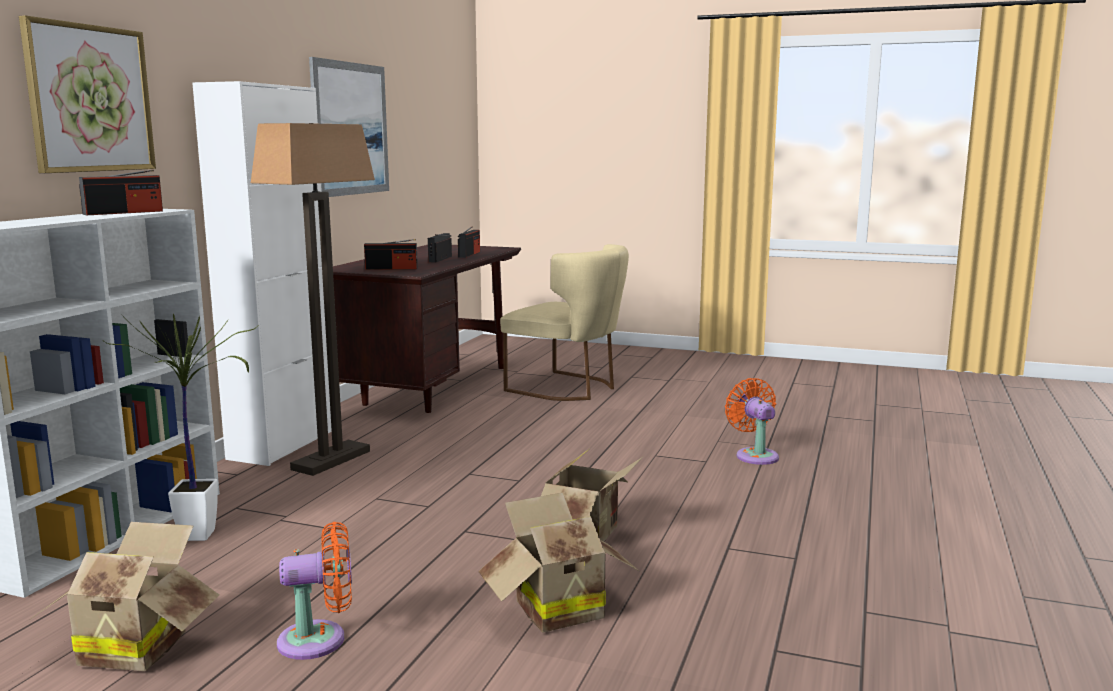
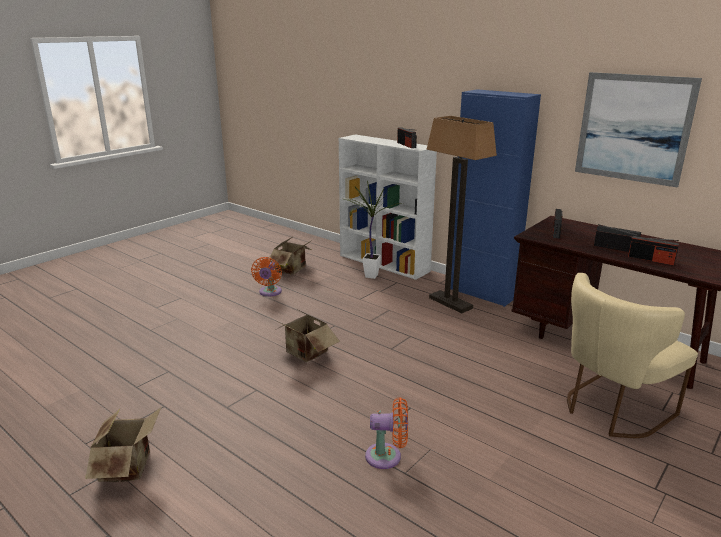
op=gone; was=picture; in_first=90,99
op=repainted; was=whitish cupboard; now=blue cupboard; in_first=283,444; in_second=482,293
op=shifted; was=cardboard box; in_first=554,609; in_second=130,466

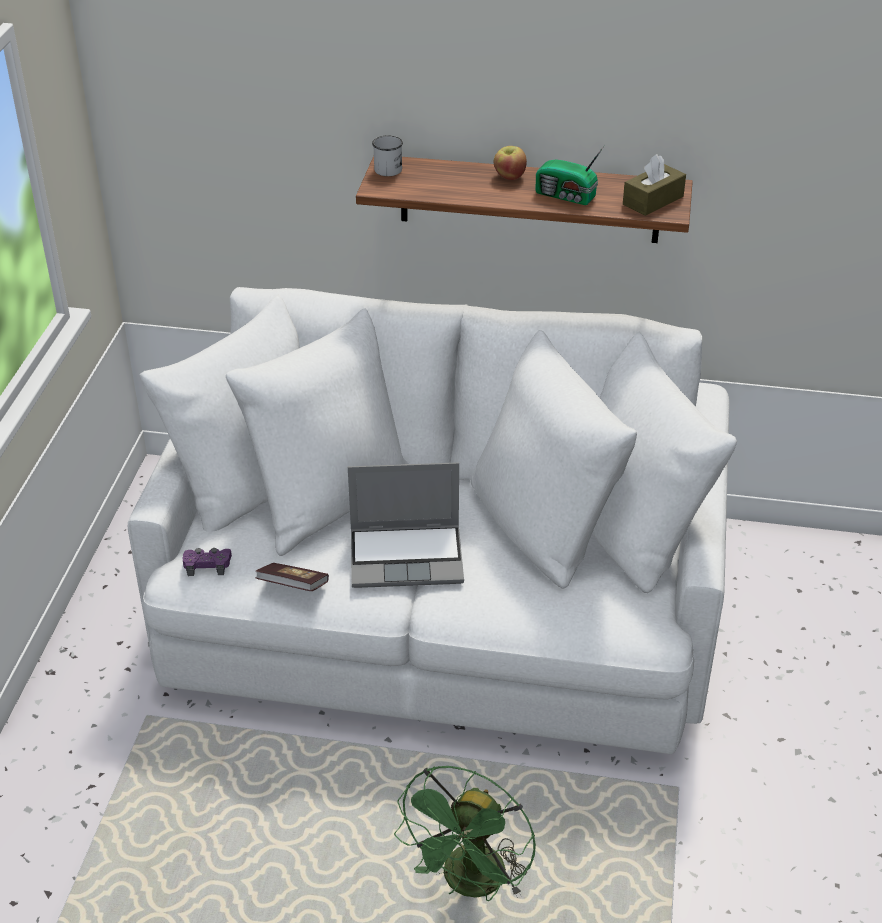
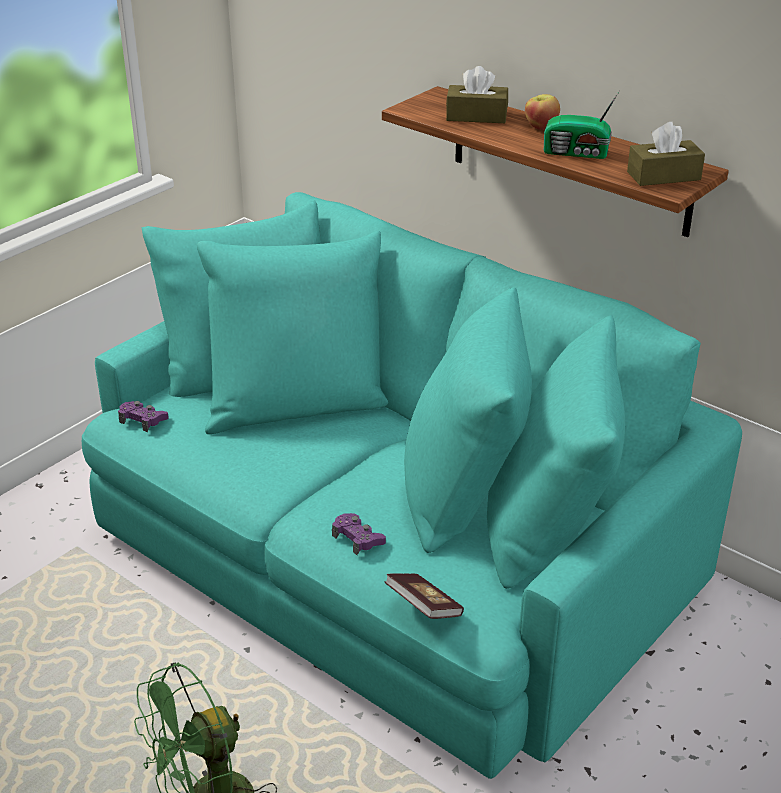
op=gone; was=whitish mug; in_first=389,167
op=rotated; was=radio receiver; in_first=566,196; in_second=577,153; clockwise=-45
op=repainted; was=whitish sofa; now=turquoise sofa; in_first=442,604; in_second=393,554
op=gone; was=laptop; in_first=408,556
op=shifted; was=book; in_first=293,586; in_second=423,607
op=new; now=brown tissue box; in_second=476,116
op=new; now=purple-coloured gamepad; in_second=358,538

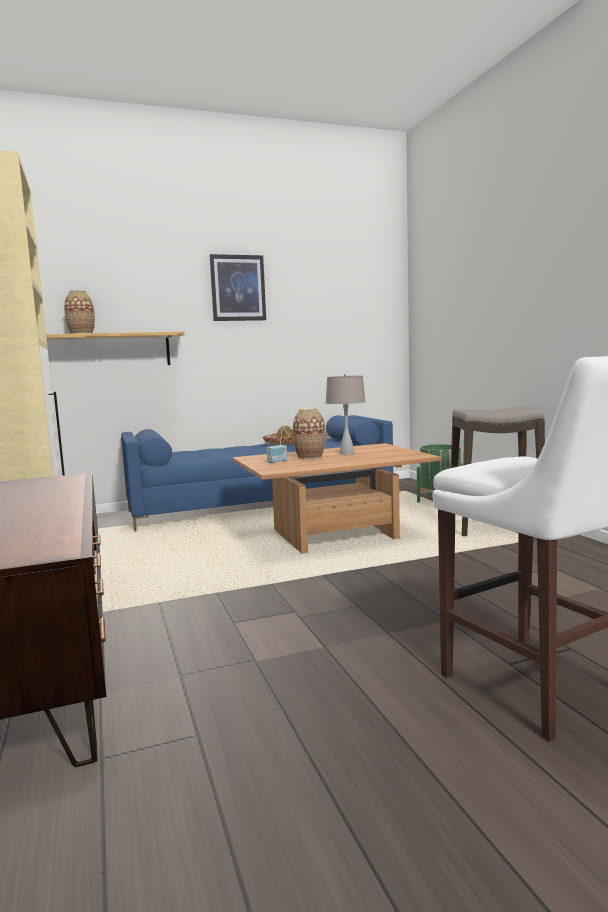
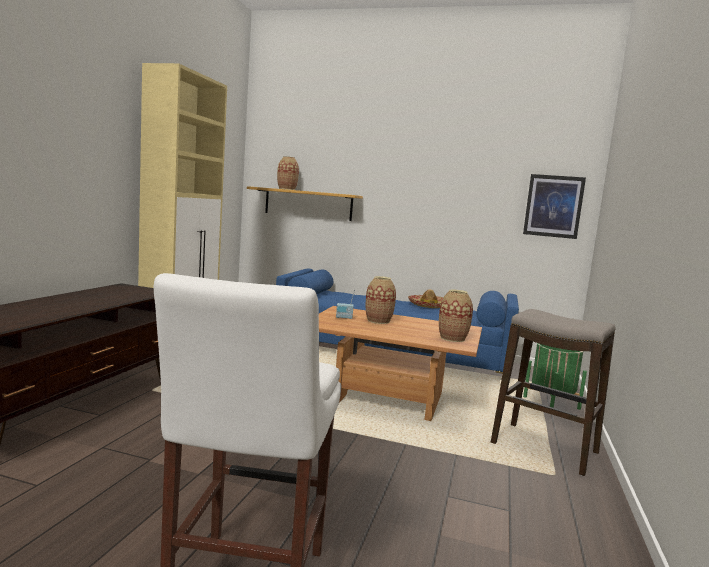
op=shifted; was=picture; in_first=238,288; in_second=553,206
op=gone; was=sand-coloured lamp for a table; in_first=346,453
op=new; now=decorative vase; in_second=452,338

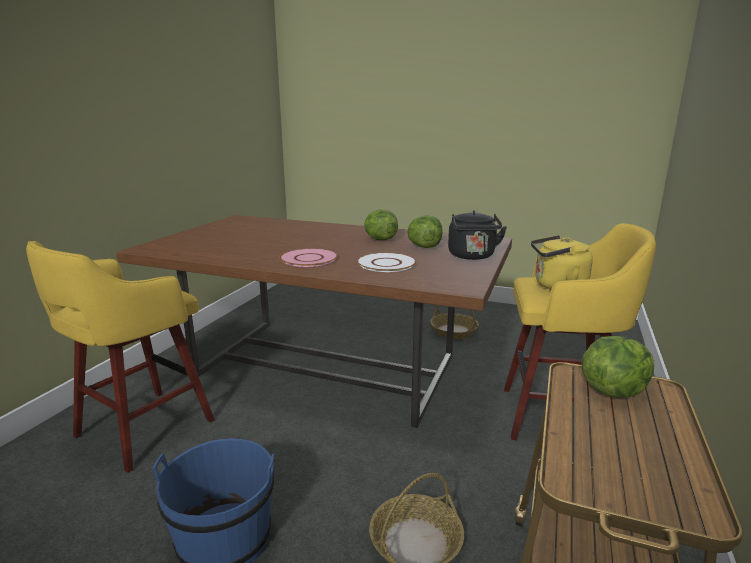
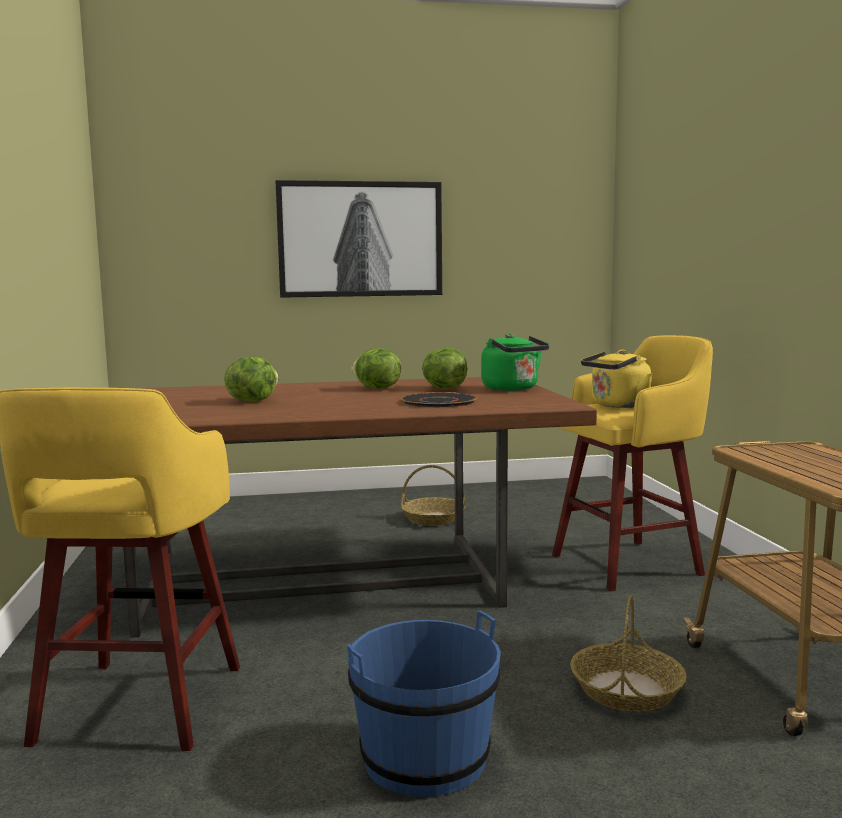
op=repainted; was=black-coloured water kettle; now=greenish water kettle; in_first=472,256; in_second=513,389
op=gone; was=pink plate; in_first=308,258
op=repainted; was=whitish plate; now=black-coloured plate; in_first=386,263; in_second=438,401
op=shifted; was=lettuce; in_first=613,390; in_second=252,401
op=new; now=picture; in_second=360,239

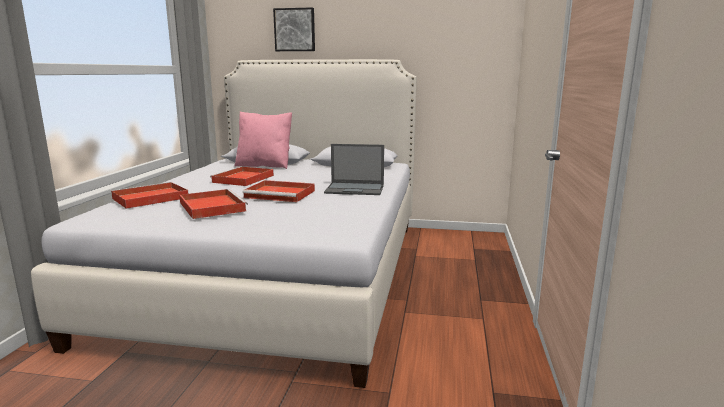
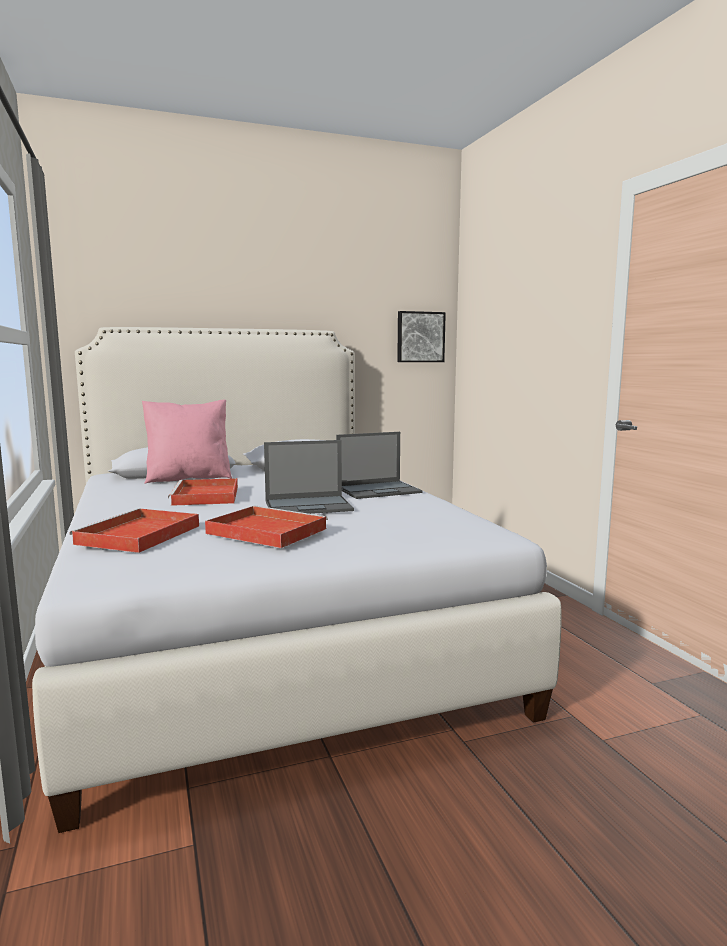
op=shifted; was=picture; in_first=295,30; in_second=420,337
op=swapped; was=red-coloured tray; now=laptop; in_first=281,194; in_second=309,506

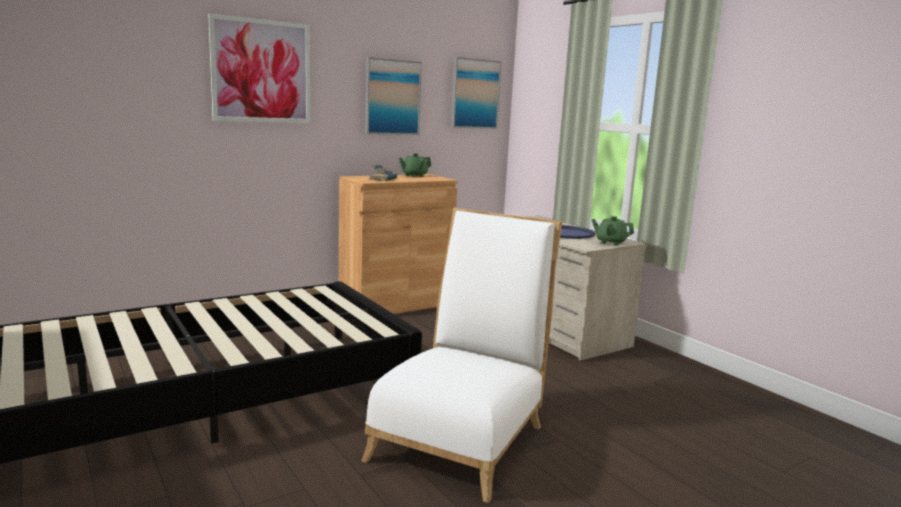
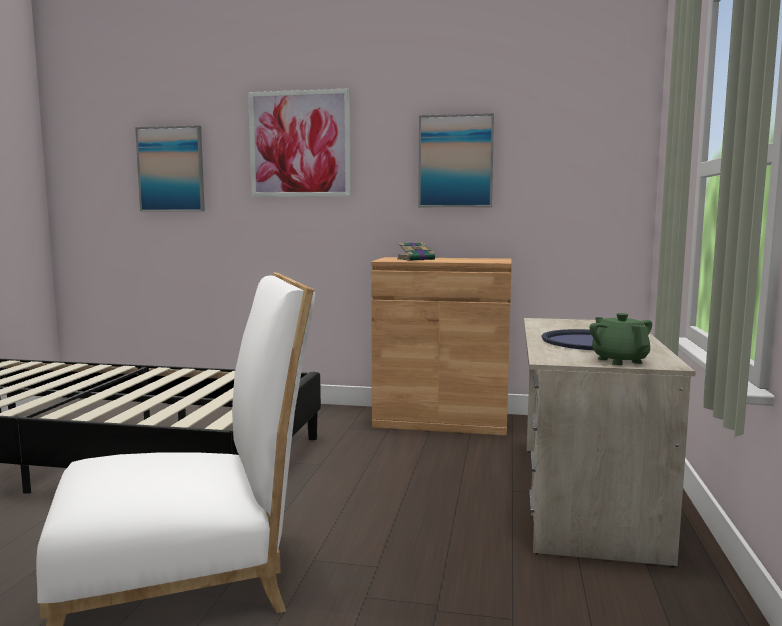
op=shifted; was=picture; in_first=475,94; in_second=171,169
op=gone; was=greenish pot for tea; in_first=414,176

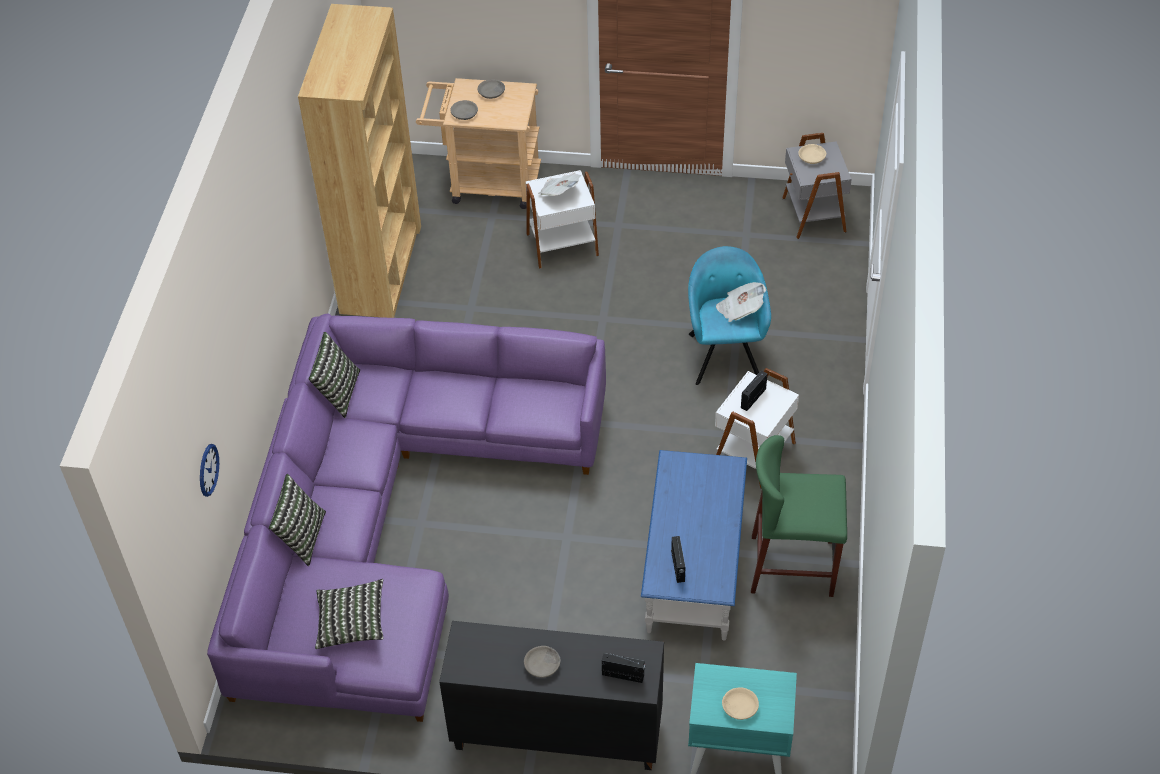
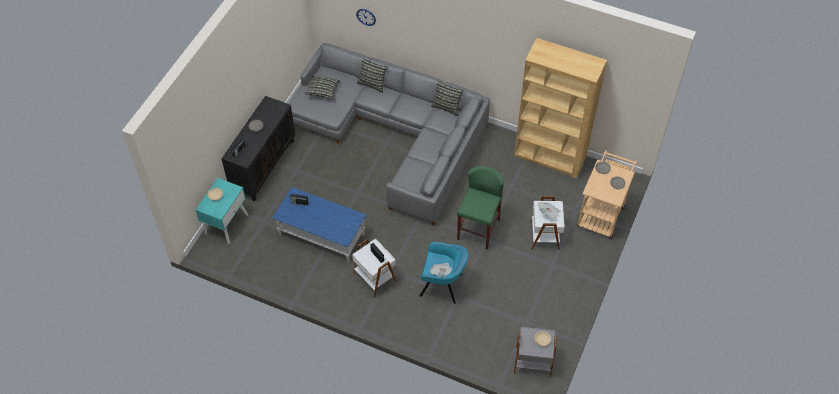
op=repainted; was=purple-coloured sofa; now=grey sofa; in_first=391,517; in_second=394,134
op=shifted; was=greenish sitting stool; in_first=792,566; in_second=478,229

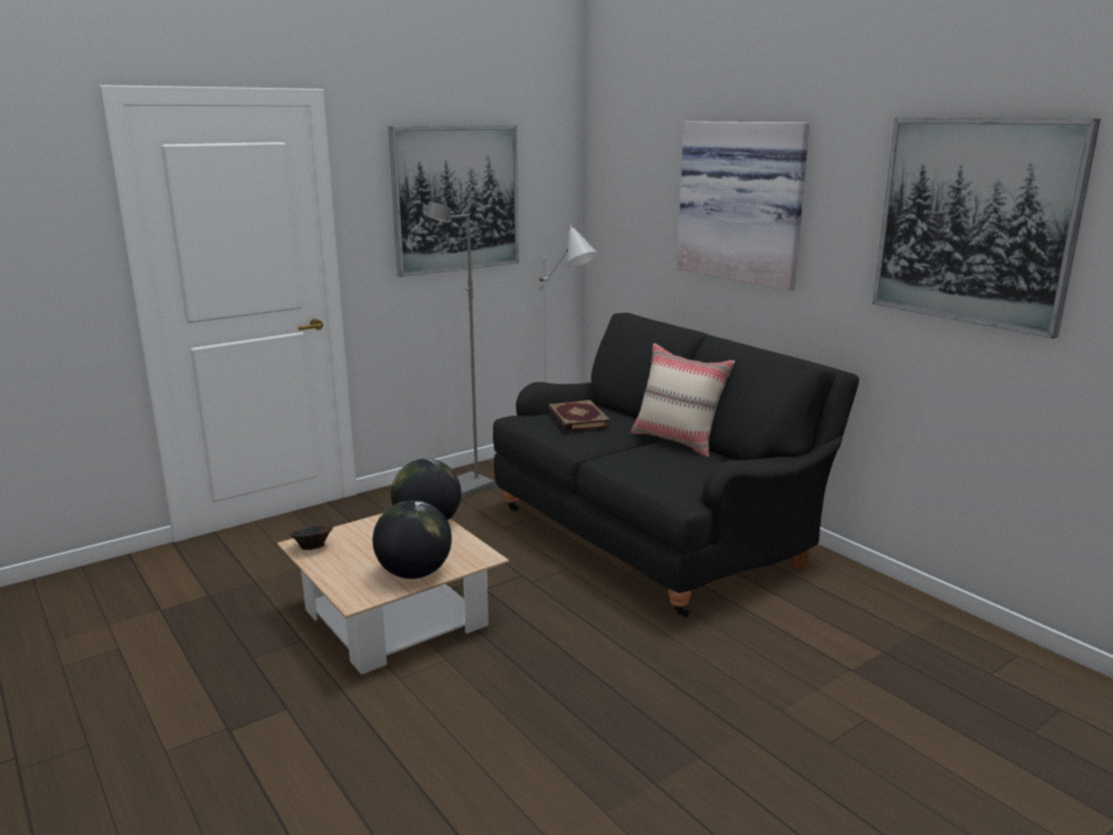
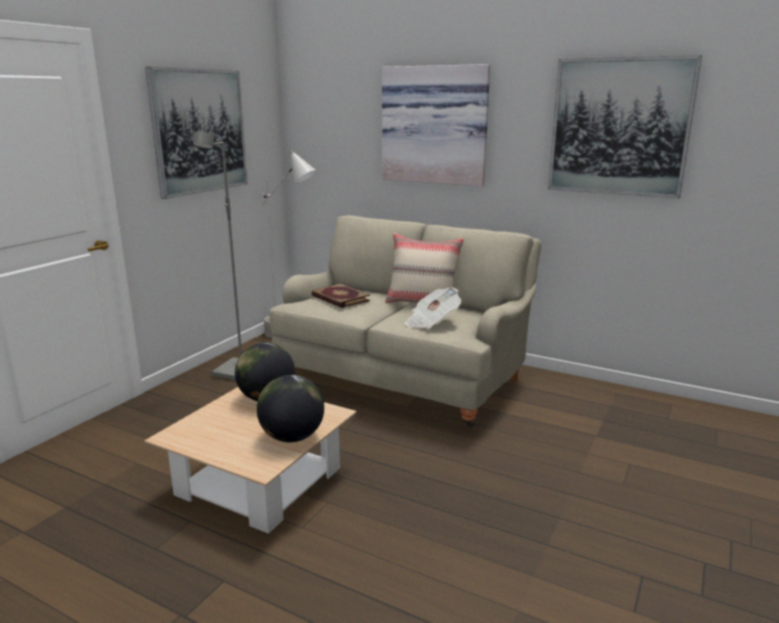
op=repainted; was=black-coloured sofa; now=sand-coloured sofa; in_first=657,534; in_second=406,376
op=gone; was=brown bowl; in_first=312,548
op=new; now=printed paper; in_second=431,322

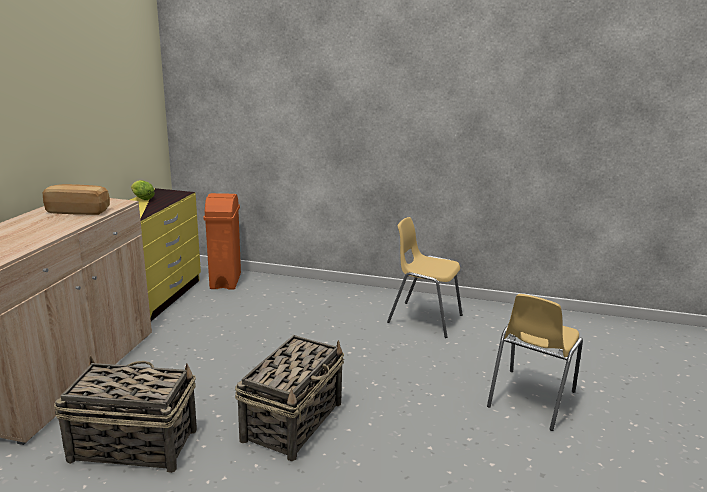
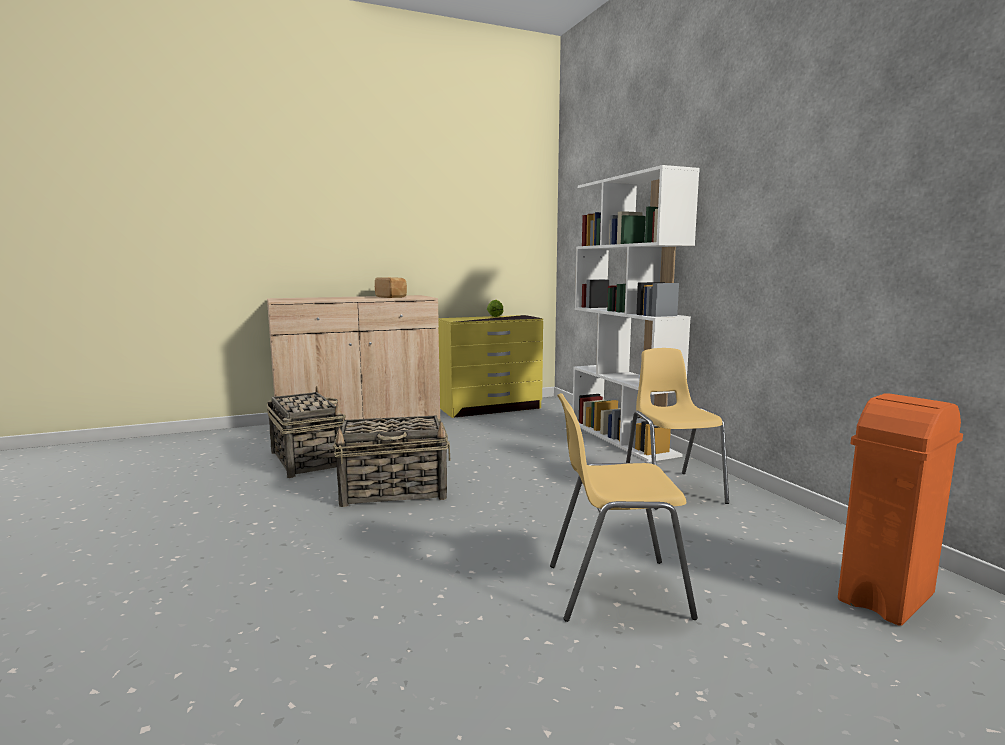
op=shifted; was=orange trash can; in_first=226,281; in_second=887,597
op=new; now=whitish bookshelf; in_second=623,439

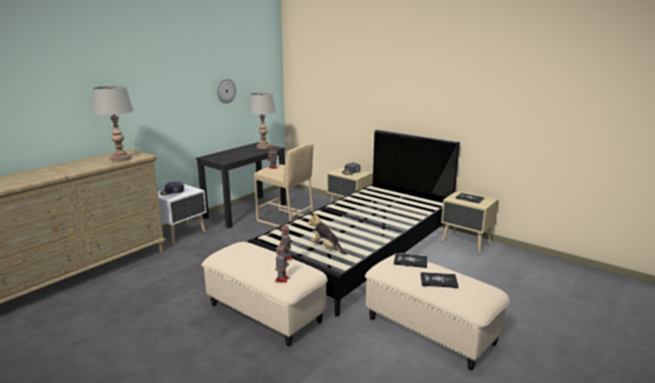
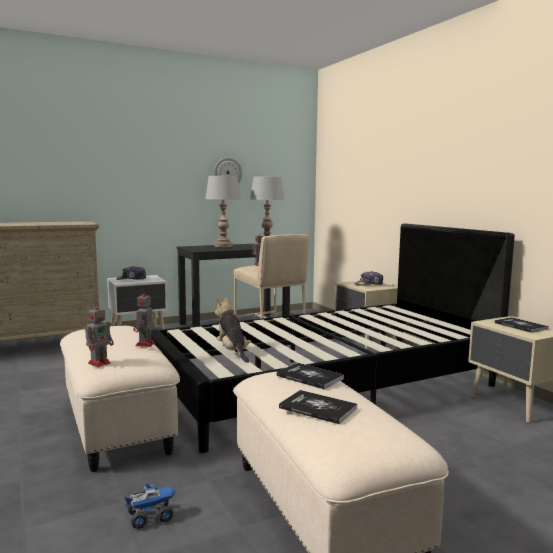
op=shifted; was=grey lamp for a table; in_first=120,159; in_second=223,246
op=new; now=toy lorry; in_second=151,517

